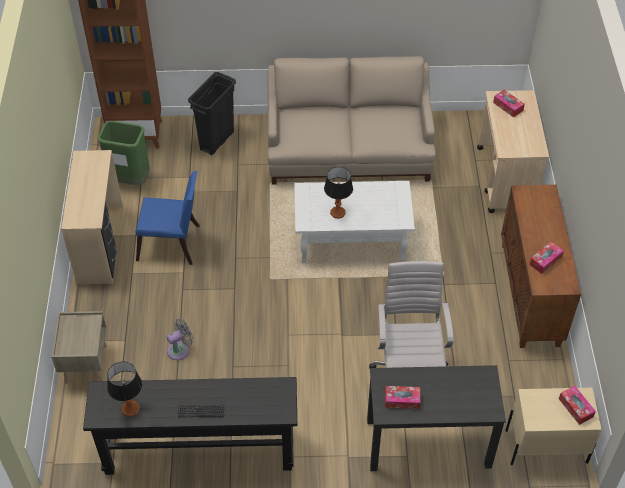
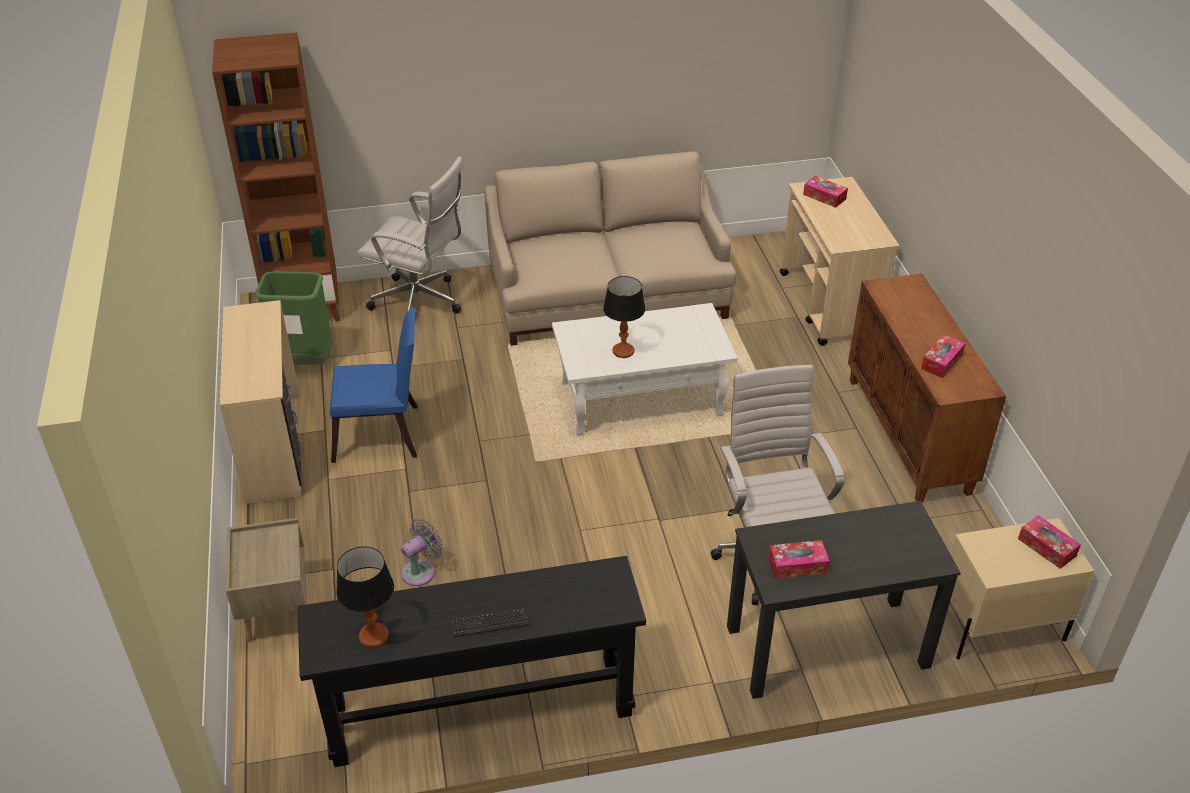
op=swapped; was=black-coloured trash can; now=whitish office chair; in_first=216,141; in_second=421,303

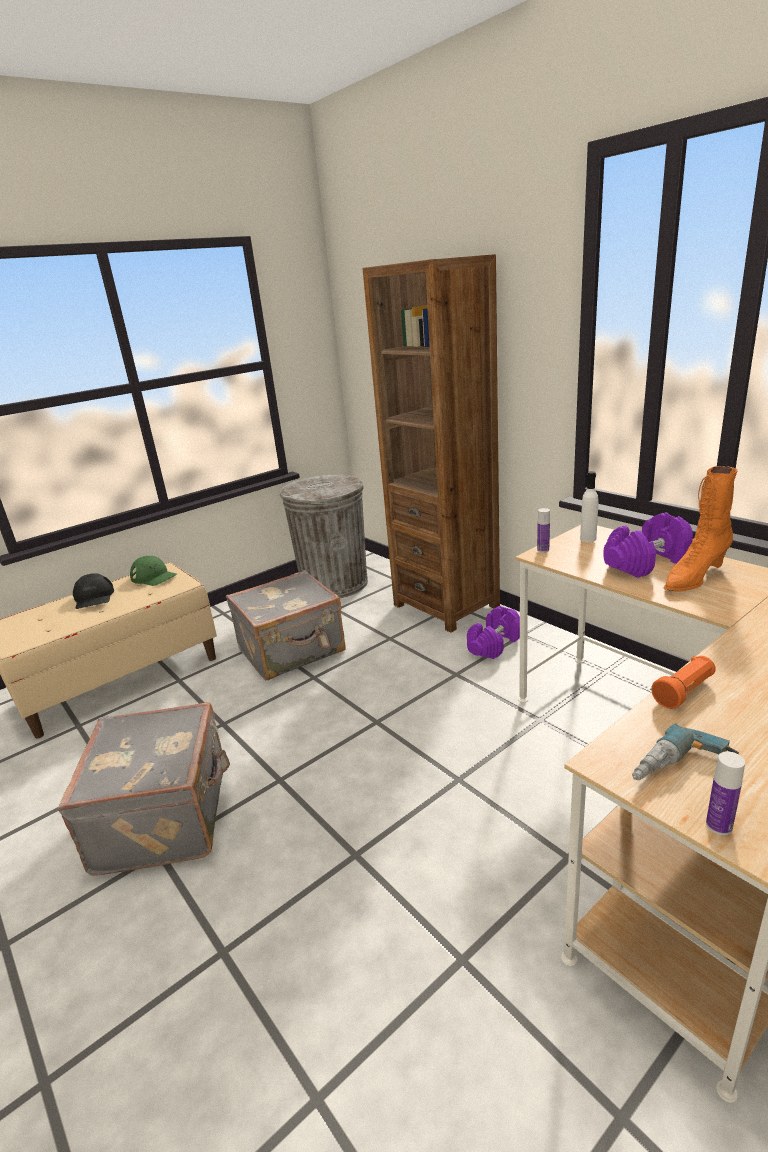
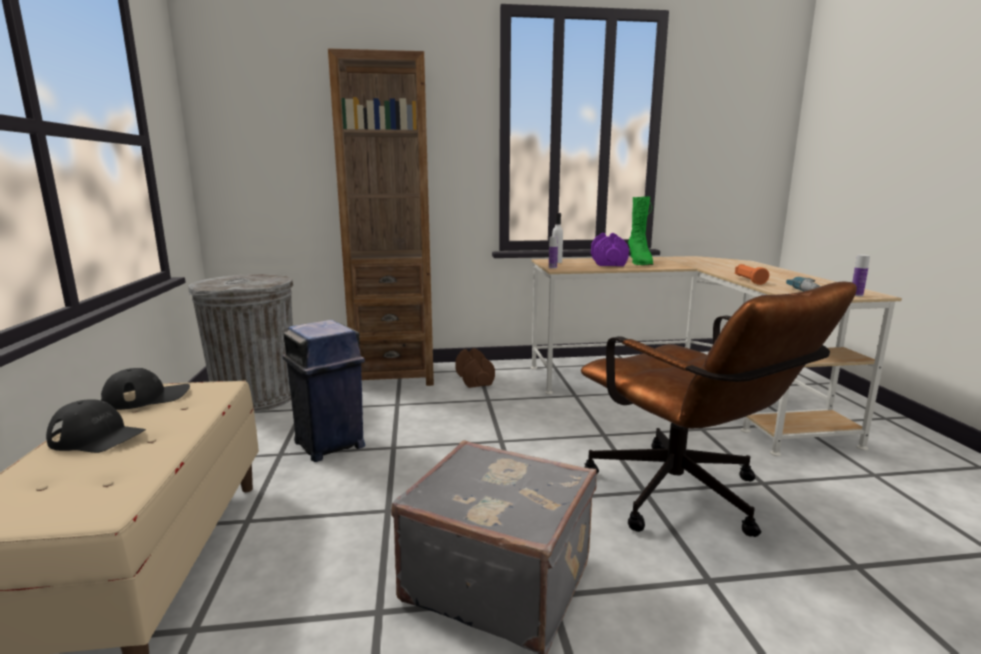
op=repainted; was=orange high-top boot; now=greenish high-top boot; in_first=694,578; in_second=639,262
op=repainted; was=greenish baseball cap; now=black-coloured baseball cap; in_first=154,577; in_second=147,397
op=swapped; was=grey suitcase; now=blue trash can; in_first=292,651; in_second=330,445
op=repainted; was=purple-coloured hand weight; now=brown hand weight; in_first=494,644; in_second=475,379
op=new; now=brown office chair; in_second=687,500

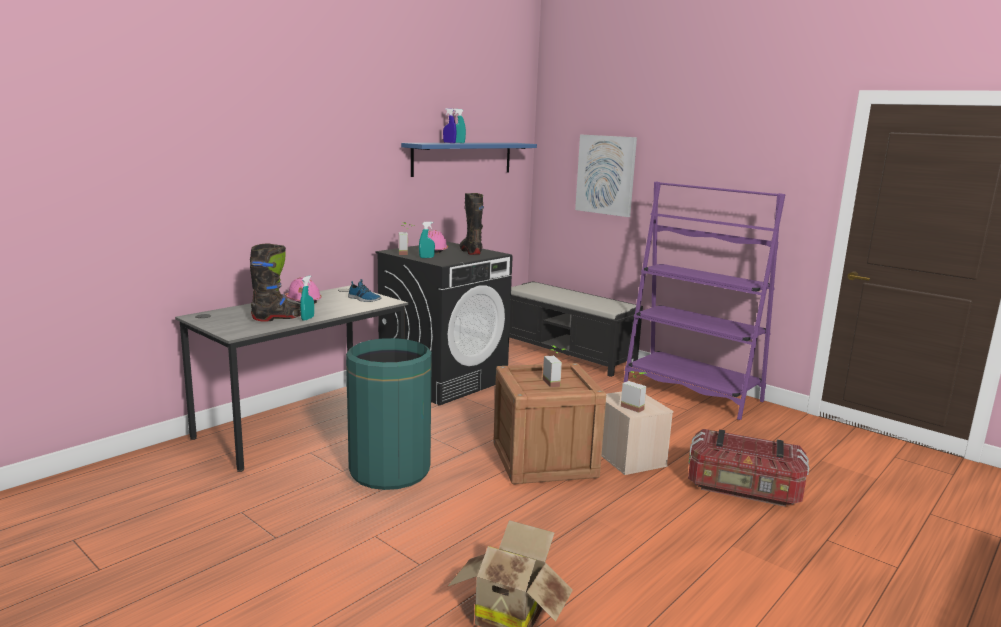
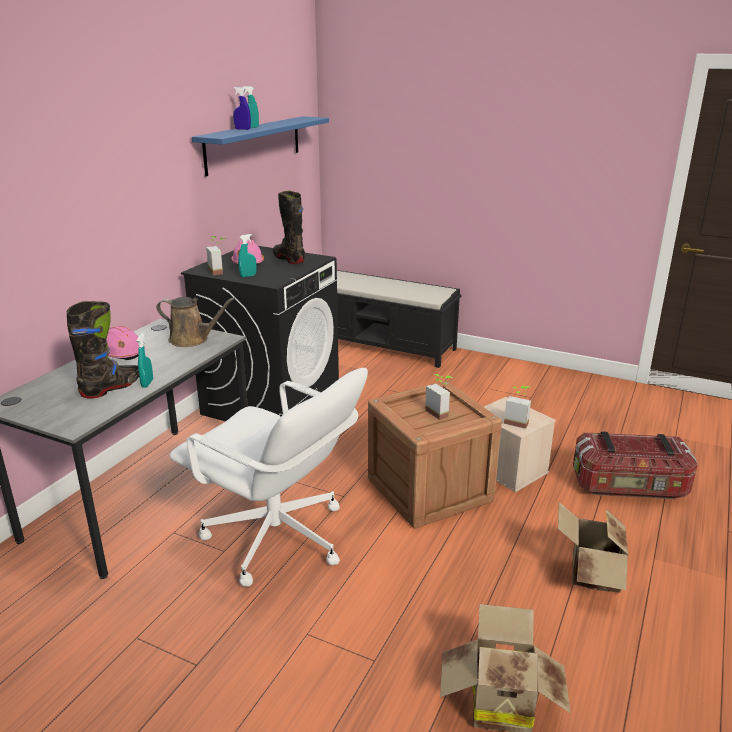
op=gone; was=picture; in_first=606,175
op=gone; was=purple-coloured bookshelf; in_first=692,392
op=swapped; was=shoe; now=brown watering pot; in_first=364,299; in_second=192,340
op=swapped; was=greenish trash can; now=whitish office chair; in_first=389,471; in_second=277,539
op=new; now=cardboard box; in_second=590,575

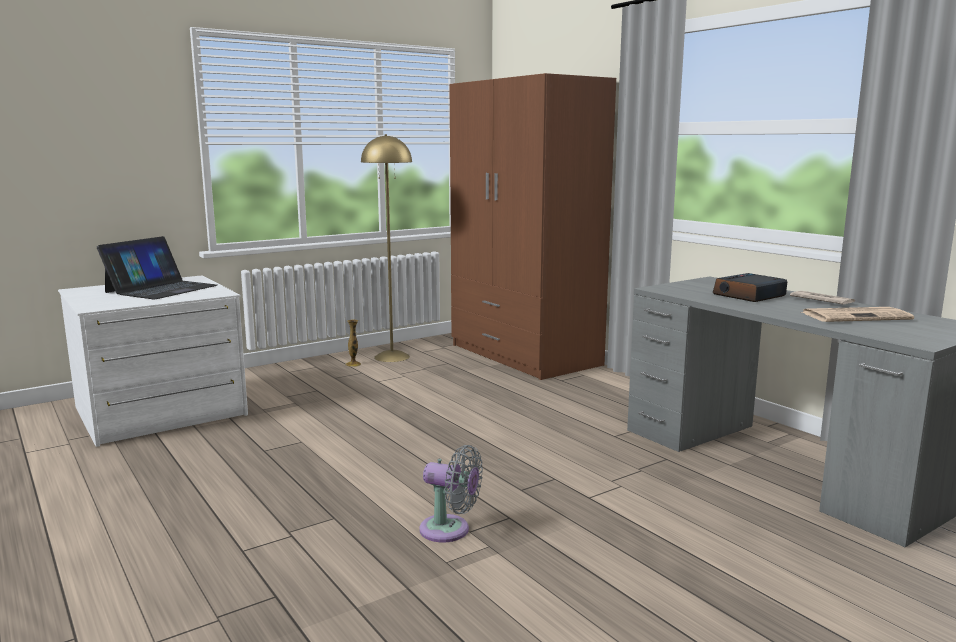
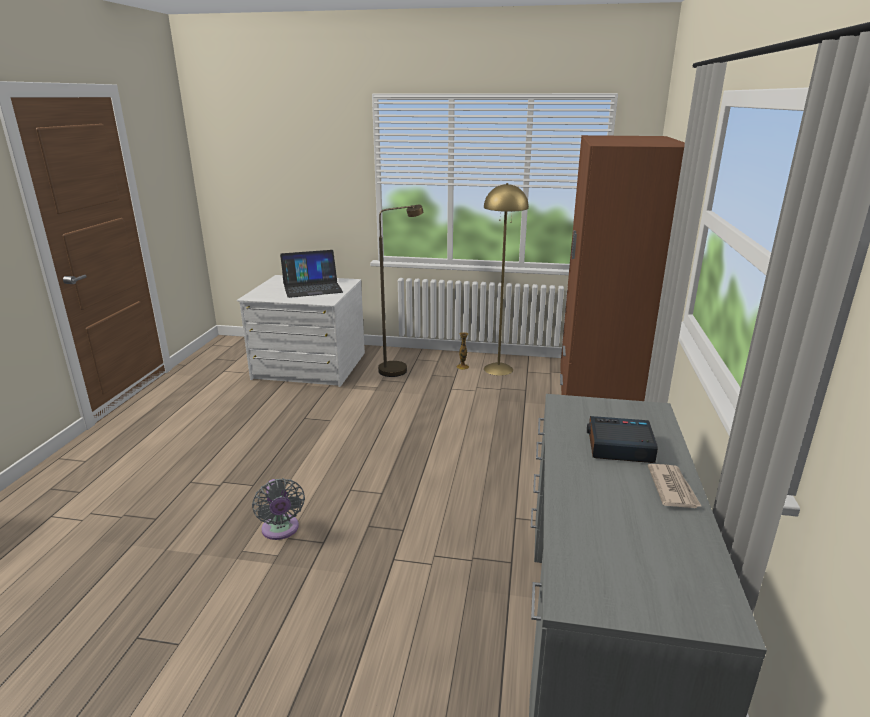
op=gone; was=printed paper; in_first=856,316
op=new; now=brown standard lamp; in_second=399,368

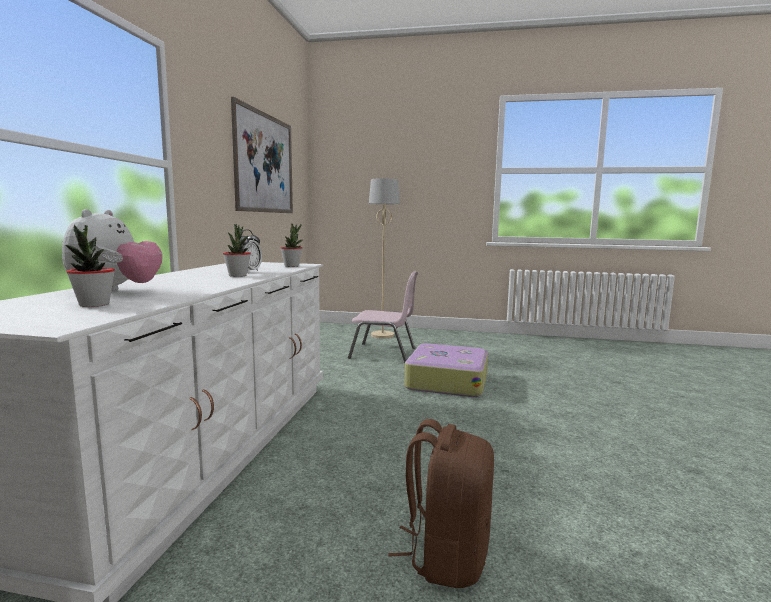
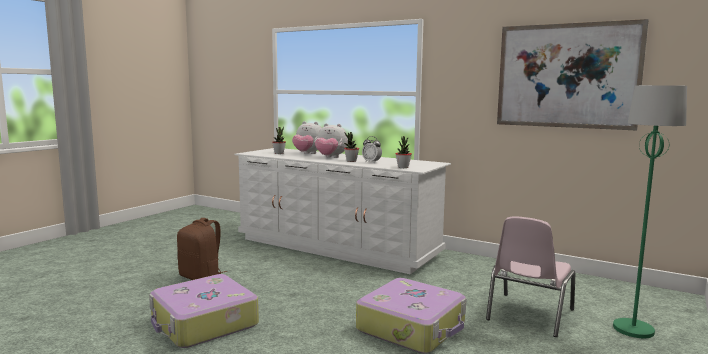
op=repainted; was=sand-coloured standard lamp; now=greenish standard lamp; in_first=382,335; in_second=633,329
op=new; now=soft toy; in_second=330,157
op=new; now=suitcase; in_second=203,323

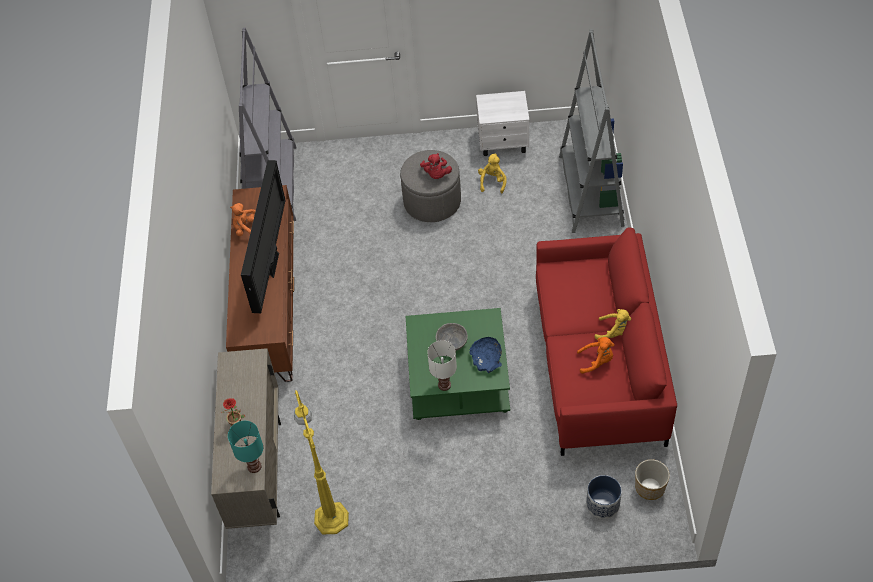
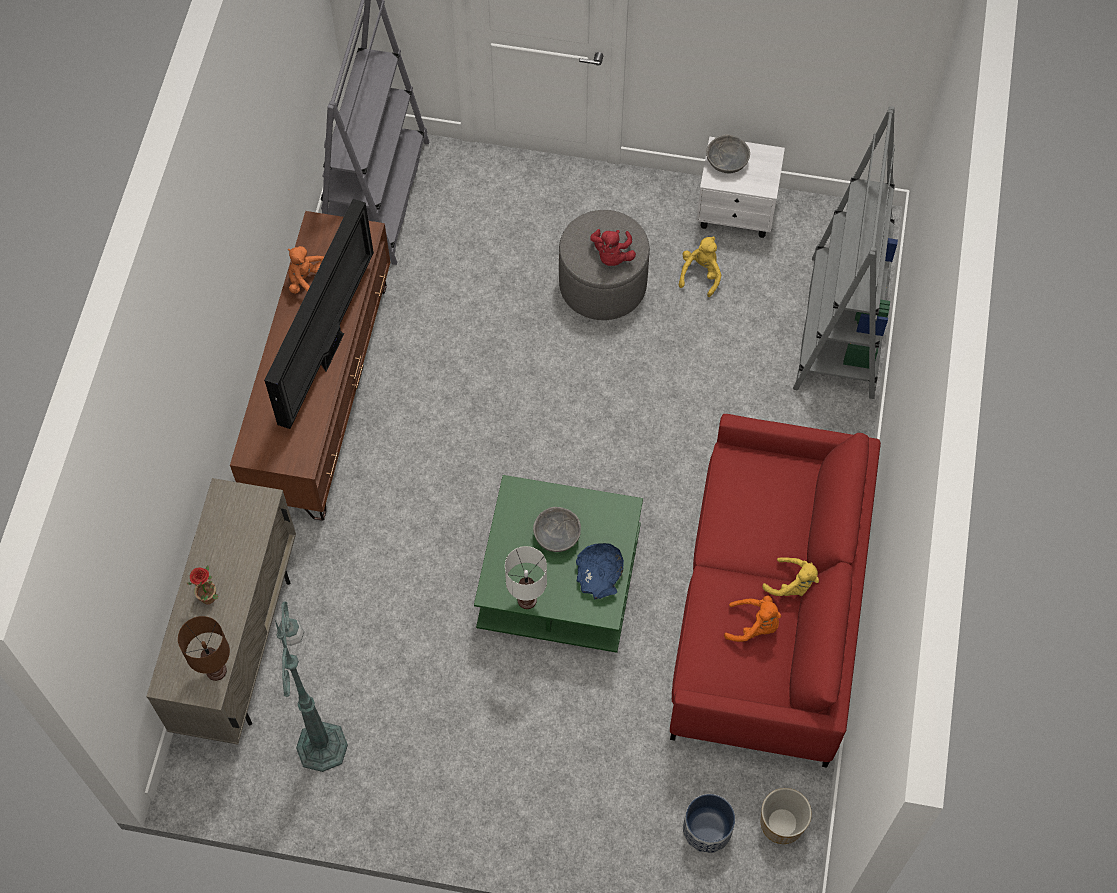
op=repainted; was=yellowish standard lamp; now=greenish standard lamp; in_first=331,516; in_second=322,744
op=repainted; was=turquoise lamp for a table; now=brown lamp for a table; in_first=254,467; in_second=215,671
op=new; now=grey bowl; in_second=727,161

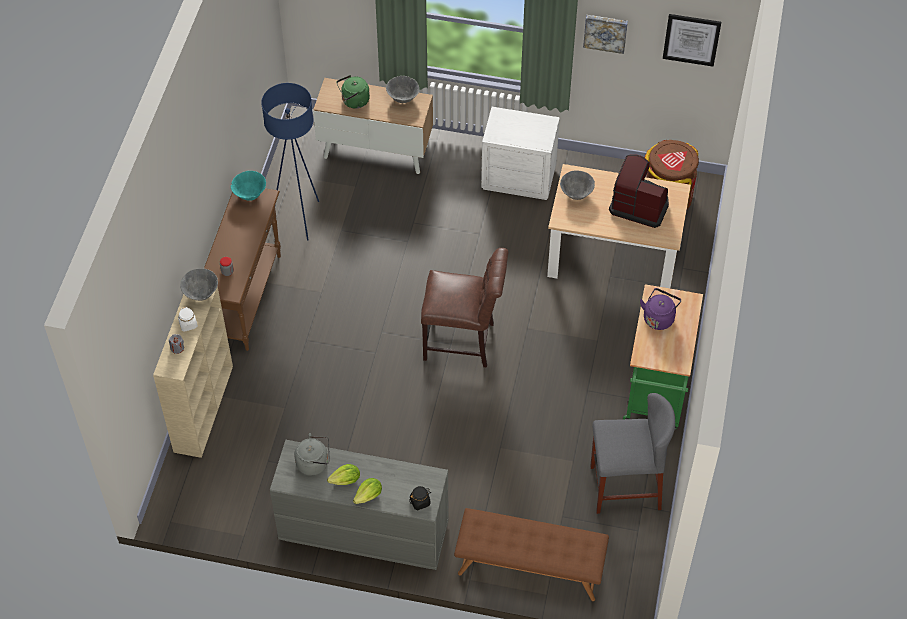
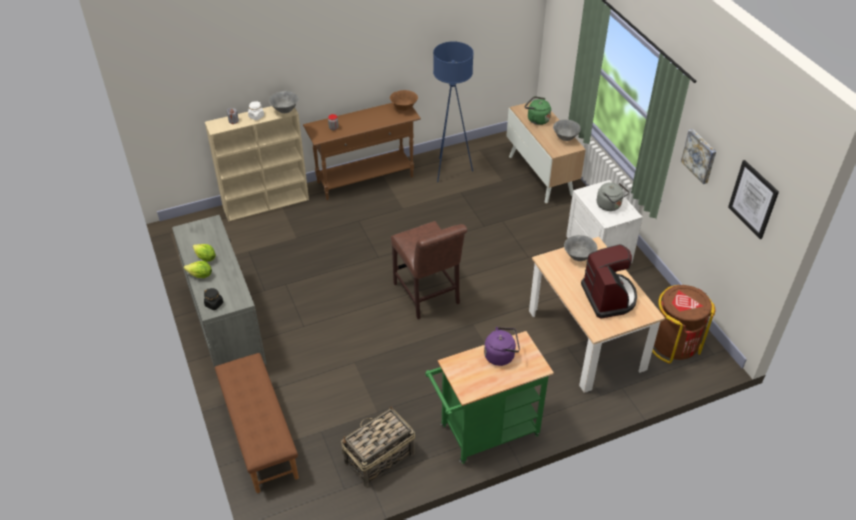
op=repainted; was=turquoise bowl; now=brown bowl; in_first=250,195; in_second=403,108
op=swapped; was=grey sitting stool; now=basket; in_first=625,487; in_second=378,458
op=shifted; was=grey water kettle; in_first=314,463; in_second=610,206

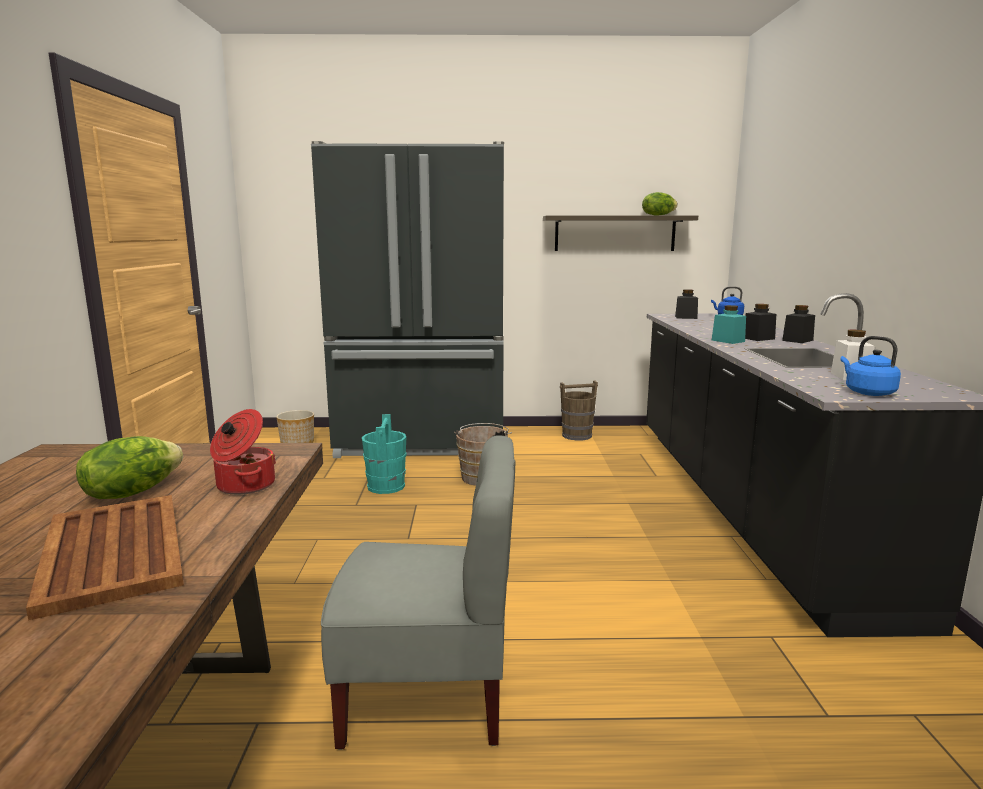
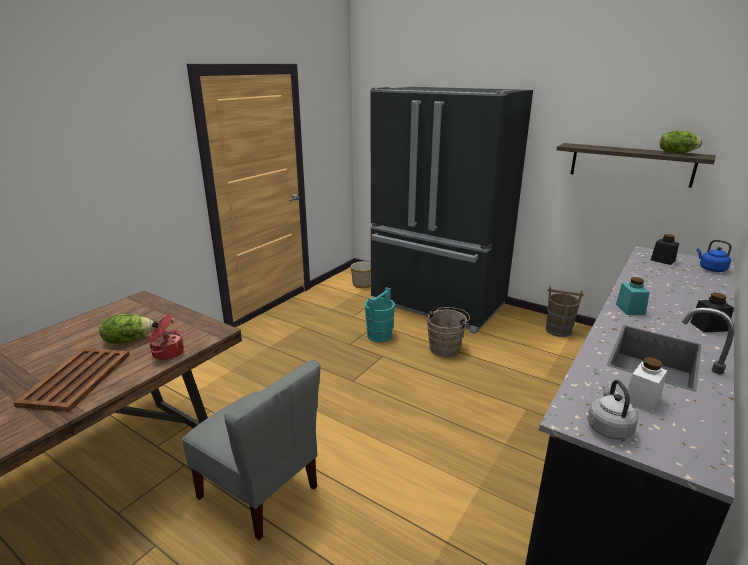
op=gone; was=black-coloured jar; in_first=758,338
op=repainted; was=blue water kettle; now=grey water kettle; in_first=867,392; in_second=608,427

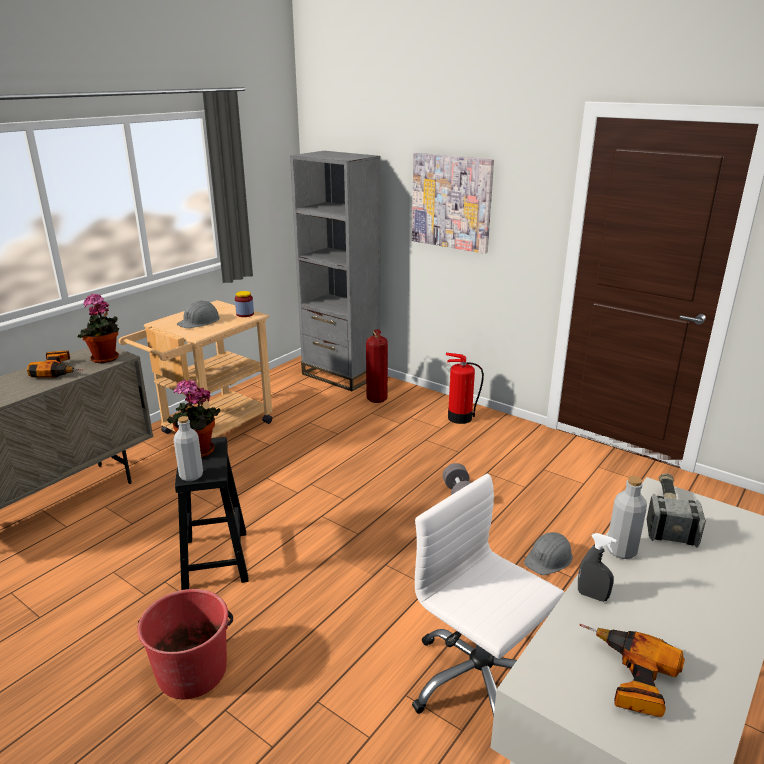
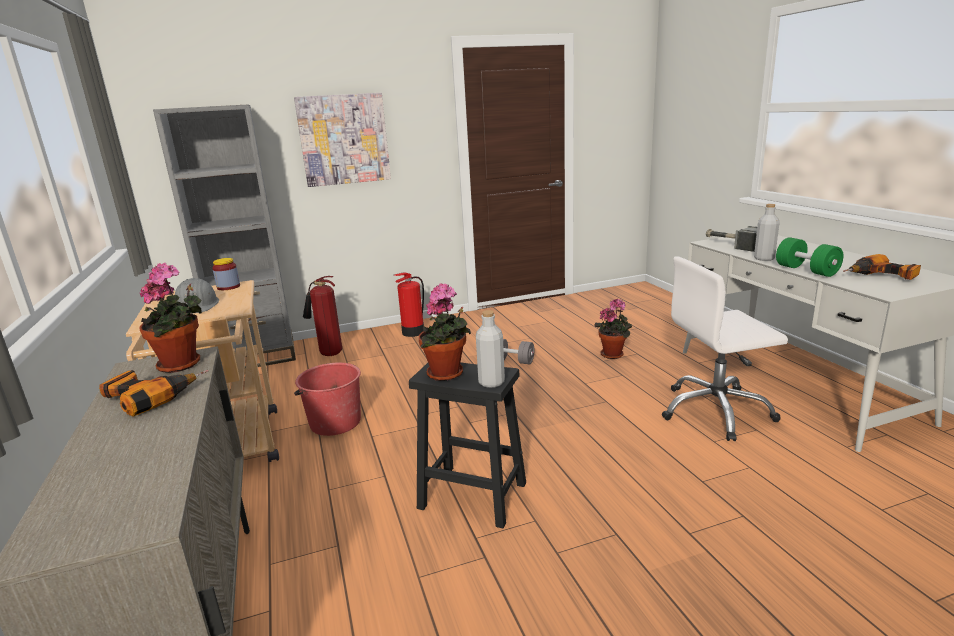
op=swapped; was=grey work helmet; now=plant in a pot; in_first=549,558; in_second=613,354
op=swapped; was=grey spray bottle; now=greenish hand weight; in_first=592,596; in_second=806,270
op=shifted; was=red-coloured bucket; in_first=192,670; in_second=334,422

